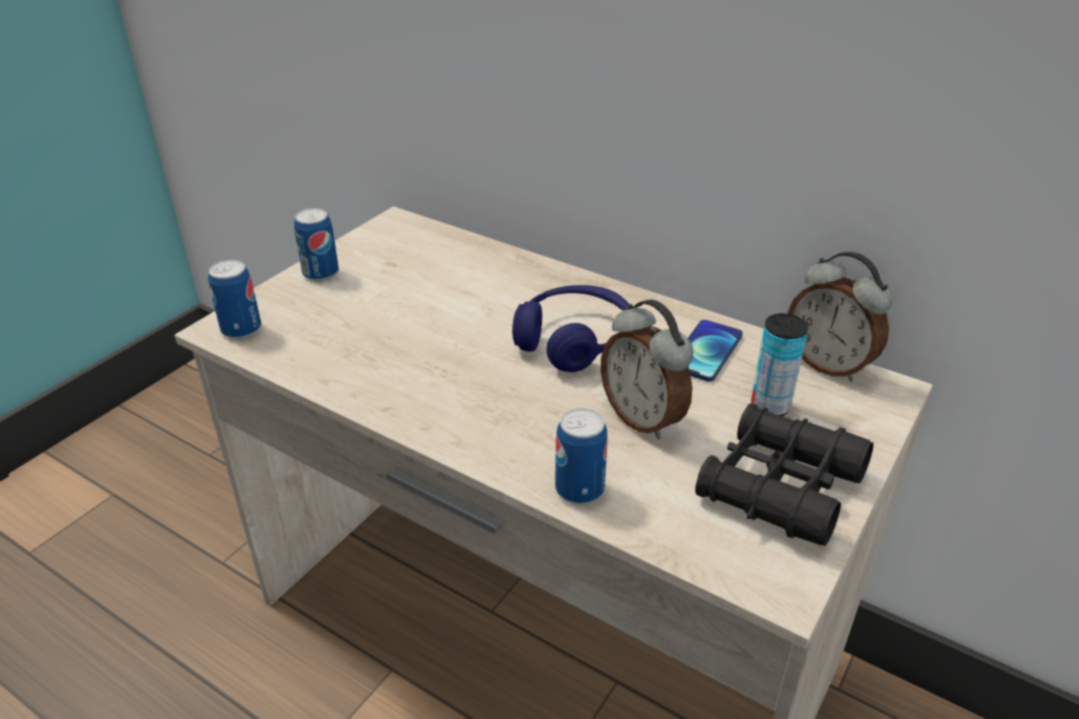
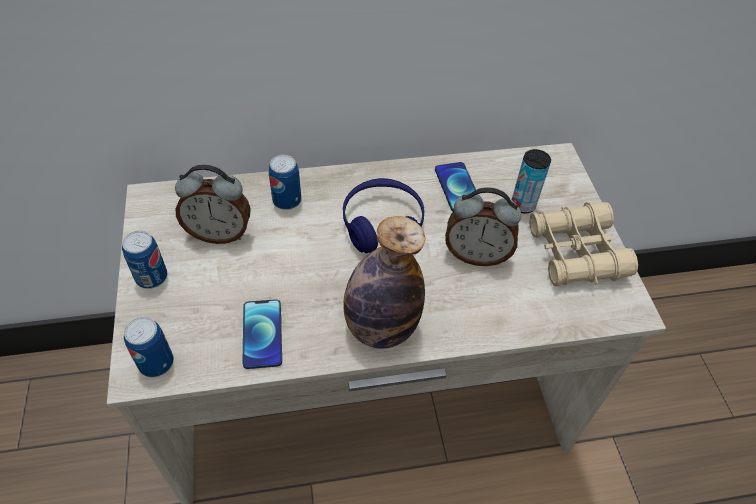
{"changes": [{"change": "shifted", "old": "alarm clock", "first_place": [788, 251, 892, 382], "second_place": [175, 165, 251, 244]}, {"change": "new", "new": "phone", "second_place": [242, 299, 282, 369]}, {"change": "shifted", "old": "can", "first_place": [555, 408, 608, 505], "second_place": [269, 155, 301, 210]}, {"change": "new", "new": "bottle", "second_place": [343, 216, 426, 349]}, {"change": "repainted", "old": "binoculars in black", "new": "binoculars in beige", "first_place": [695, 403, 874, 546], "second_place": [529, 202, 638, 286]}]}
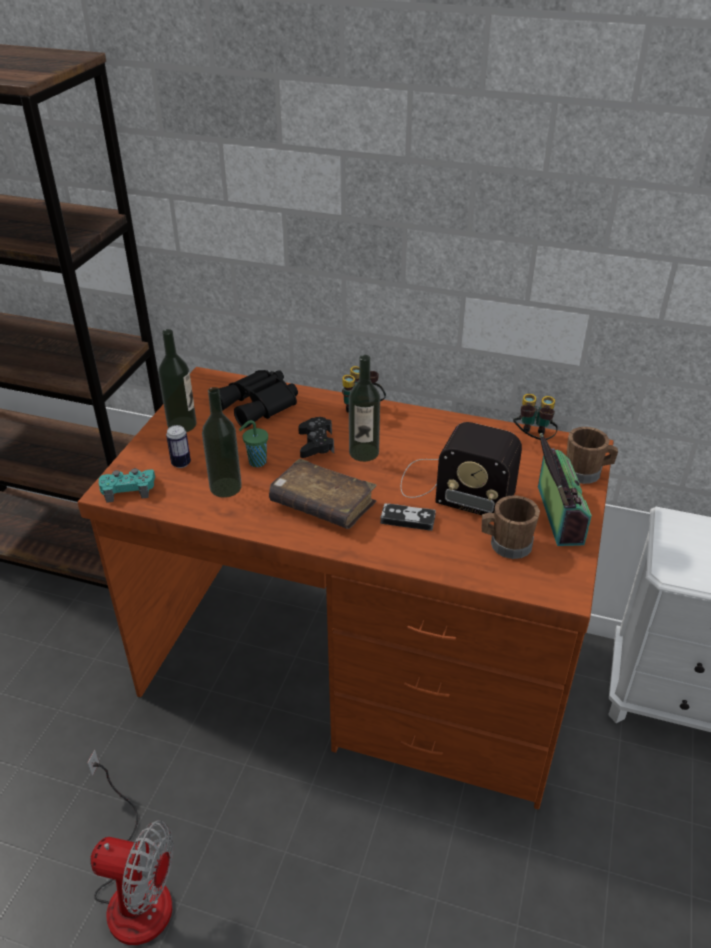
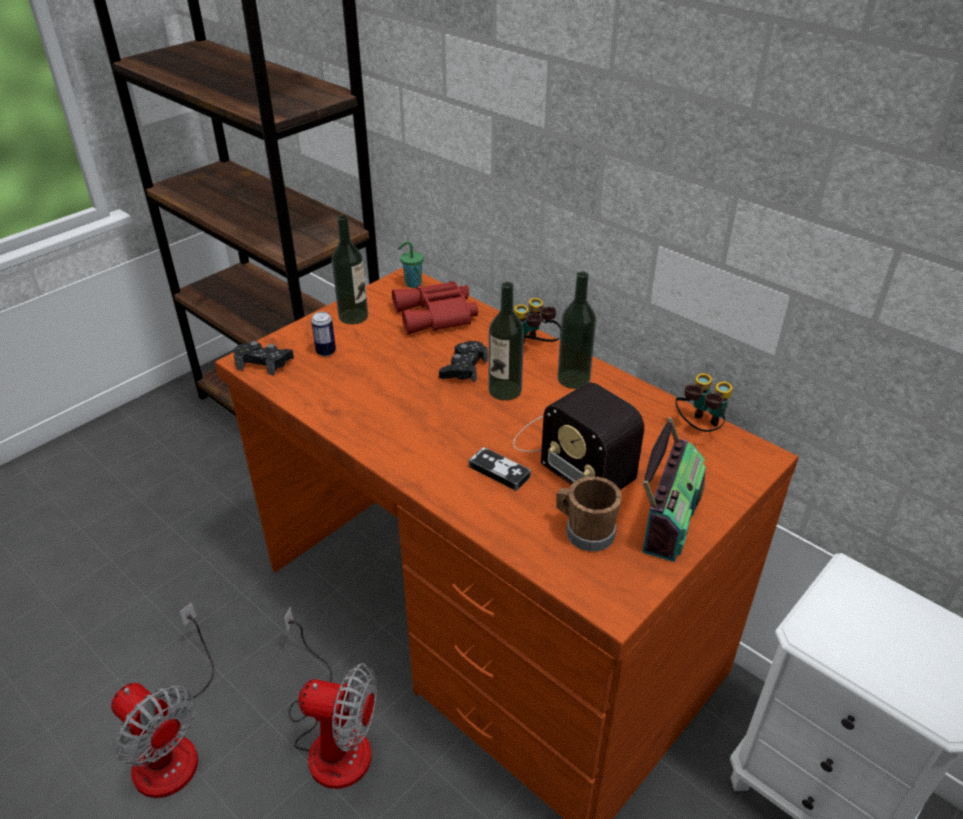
{"changes": [{"change": "repainted", "old": "game controller in turquoise", "new": "game controller in black", "first_place": [99, 468, 155, 503], "second_place": [234, 341, 294, 375]}, {"change": "new", "new": "fan", "second_place": [284, 607, 377, 789]}, {"change": "repainted", "old": "binoculars in black", "new": "binoculars in red", "first_place": [219, 370, 298, 428], "second_place": [392, 281, 478, 335]}, {"change": "shifted", "old": "cup in green", "first_place": [239, 420, 268, 467], "second_place": [398, 241, 424, 288]}, {"change": "shifted", "old": "bottle", "first_place": [202, 387, 242, 498], "second_place": [558, 271, 596, 389]}, {"change": "gone", "old": "book in brown", "first_place": [269, 458, 377, 529]}, {"change": "gone", "old": "mug in brown", "first_place": [566, 427, 618, 484]}]}
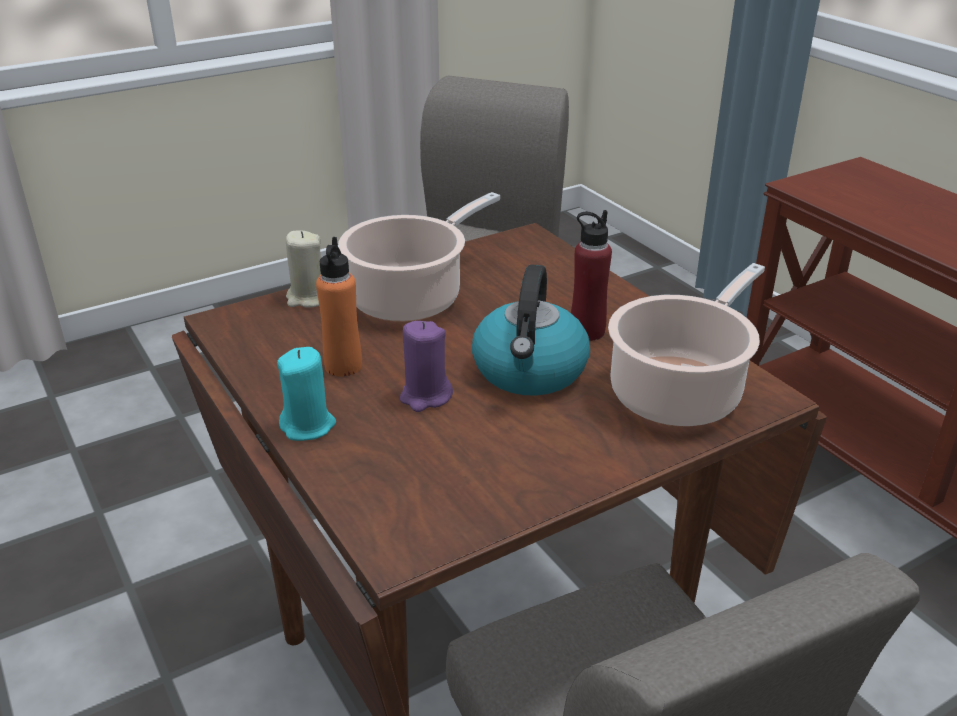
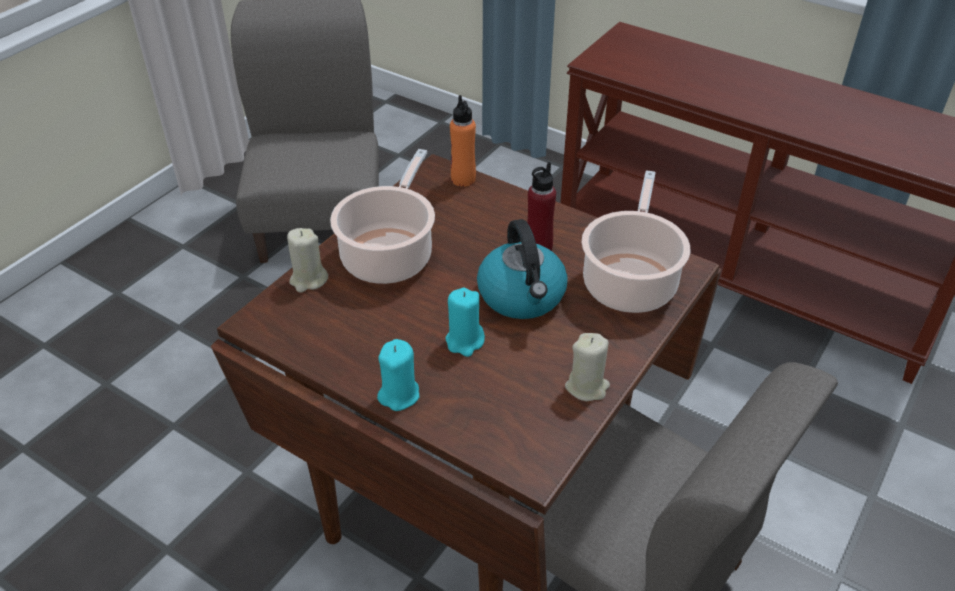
{"changes": [{"change": "repainted", "old": "candle in purple", "new": "candle in turquoise", "first_place": [400, 321, 453, 412], "second_place": [445, 287, 485, 357]}, {"change": "shifted", "old": "bottle in orange", "first_place": [316, 237, 362, 377], "second_place": [450, 95, 476, 187]}, {"change": "new", "new": "candle in beige", "second_place": [565, 333, 610, 401]}]}
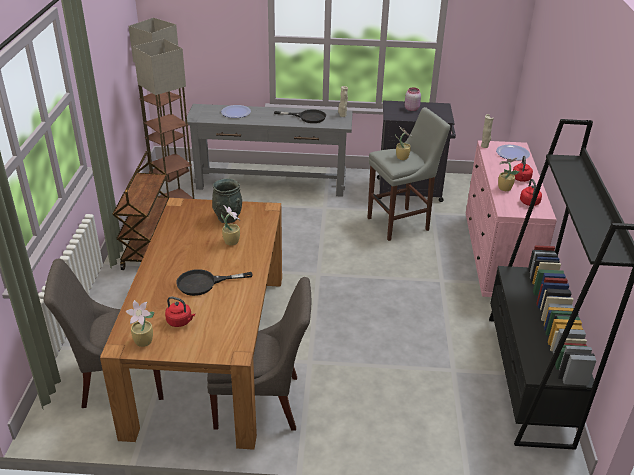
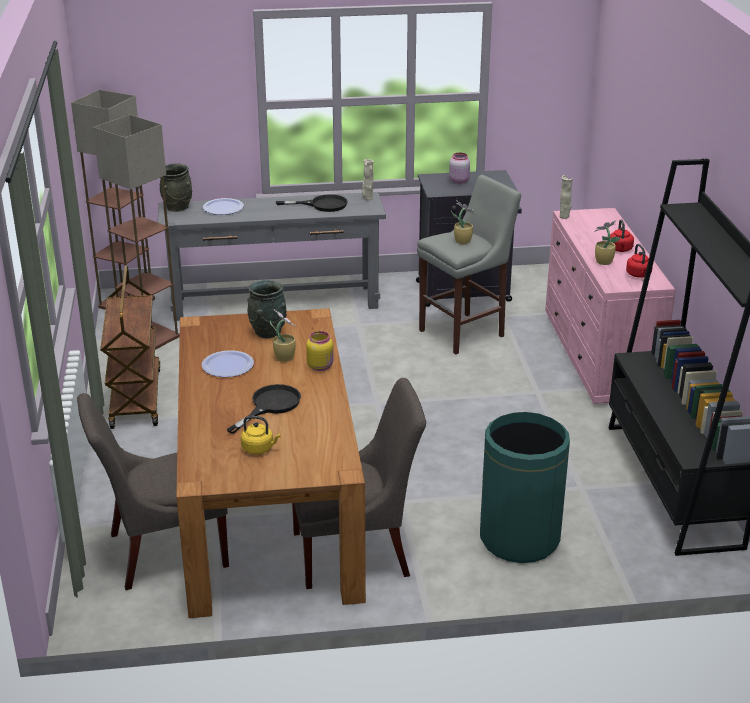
{"changes": [{"change": "new", "new": "vase in grey", "second_place": [160, 163, 192, 212]}, {"change": "shifted", "old": "plate", "first_place": [496, 145, 530, 161], "second_place": [202, 350, 254, 377]}, {"change": "rotated", "old": "frying pan in black", "first_place": [176, 269, 253, 296], "second_place": [227, 384, 301, 434], "degrees": 150}, {"change": "repainted", "old": "kettle in red", "new": "kettle in yellow", "first_place": [165, 297, 195, 327], "second_place": [241, 416, 281, 454]}, {"change": "new", "new": "jar in yellow", "second_place": [306, 331, 333, 371]}, {"change": "new", "new": "trash can in green", "second_place": [480, 412, 570, 563]}, {"change": "gone", "old": "potted plant", "first_place": [126, 300, 154, 347]}]}
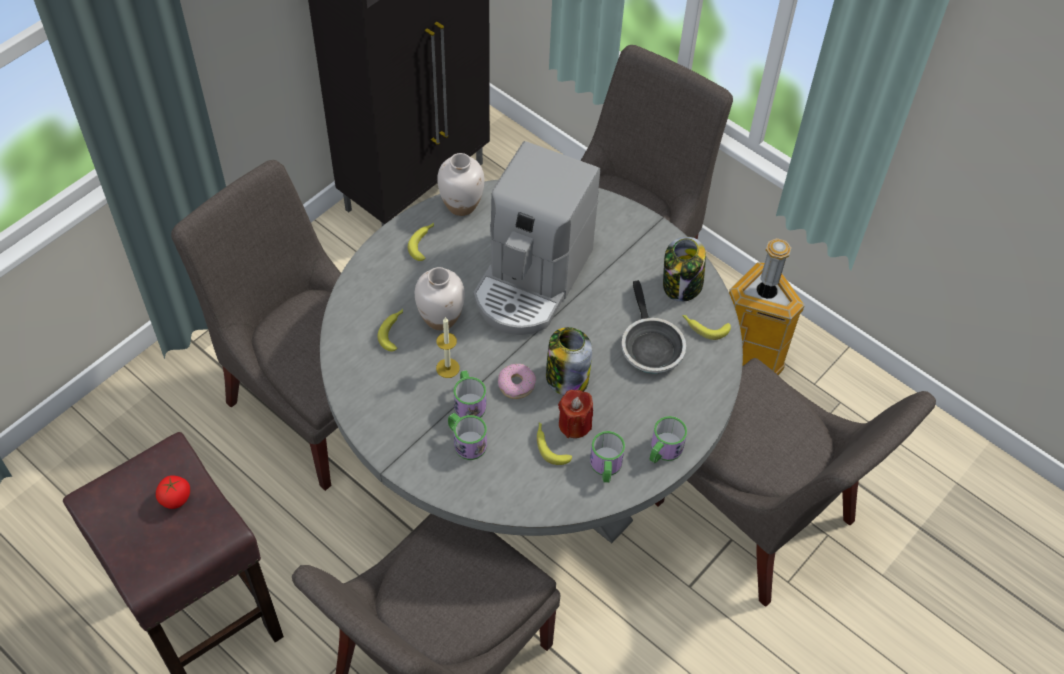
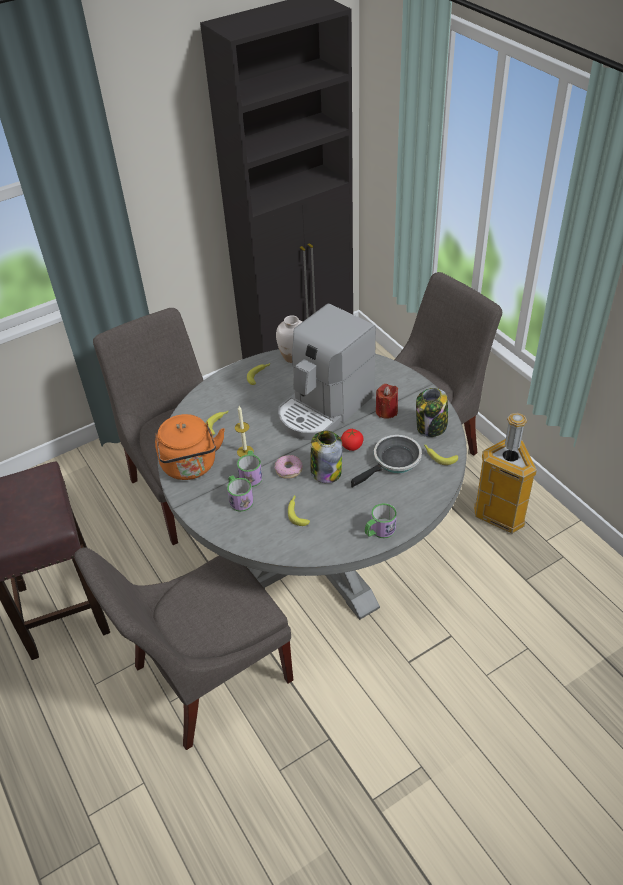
{"changes": [{"change": "new", "new": "kettle in orange", "second_place": [155, 414, 225, 480]}, {"change": "shifted", "old": "tomato", "first_place": [156, 475, 190, 509], "second_place": [341, 429, 363, 451]}, {"change": "rotated", "old": "frying pan", "first_place": [621, 280, 686, 374], "second_place": [351, 435, 422, 487], "degrees": -135}, {"change": "shifted", "old": "candle in red", "first_place": [558, 390, 593, 438], "second_place": [376, 384, 398, 419]}, {"change": "gone", "old": "vase in white", "first_place": [415, 267, 465, 330]}, {"change": "gone", "old": "mug", "first_place": [590, 431, 625, 483]}, {"change": "gone", "old": "chair in grey", "first_place": [655, 358, 936, 607]}]}
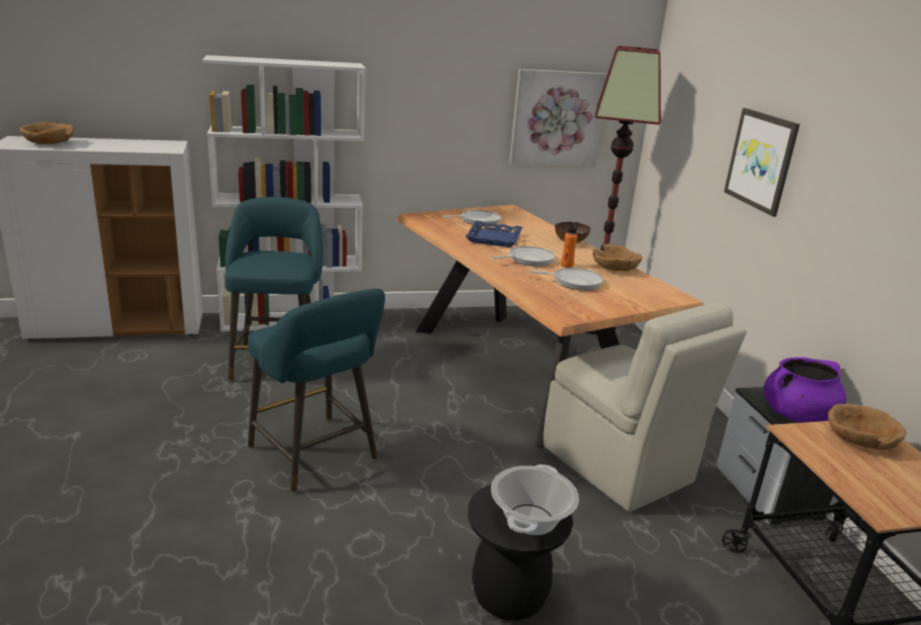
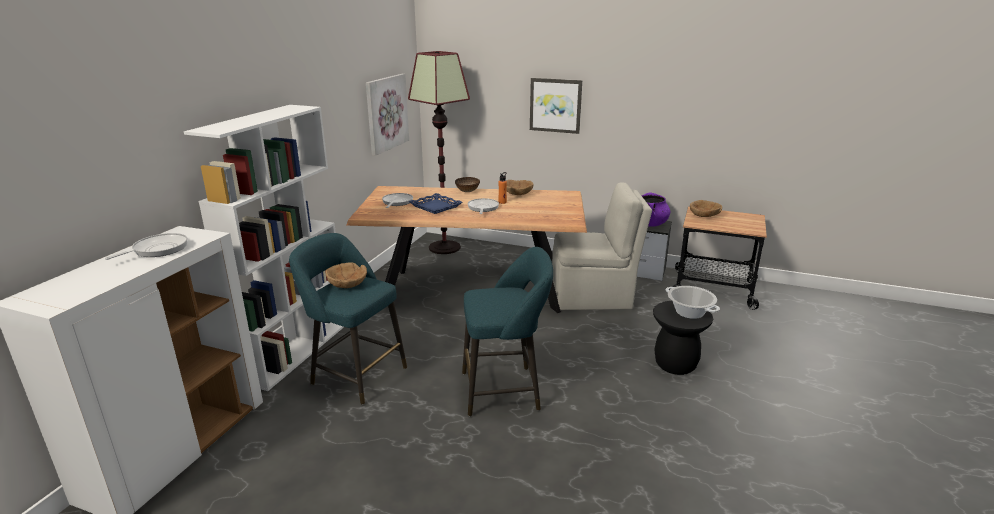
{"changes": [{"change": "shifted", "old": "frying pan", "first_place": [528, 268, 604, 291], "second_place": [105, 233, 188, 260]}, {"change": "shifted", "old": "bowl in brown", "first_place": [20, 122, 74, 144], "second_place": [325, 263, 367, 288]}]}
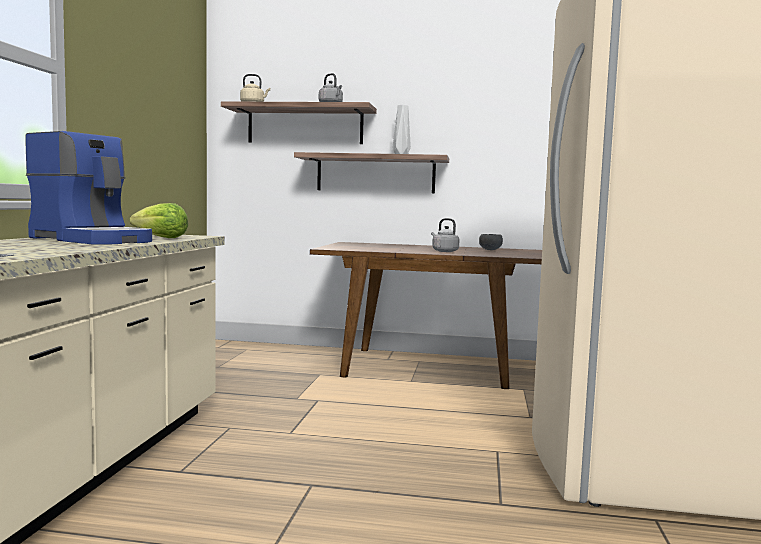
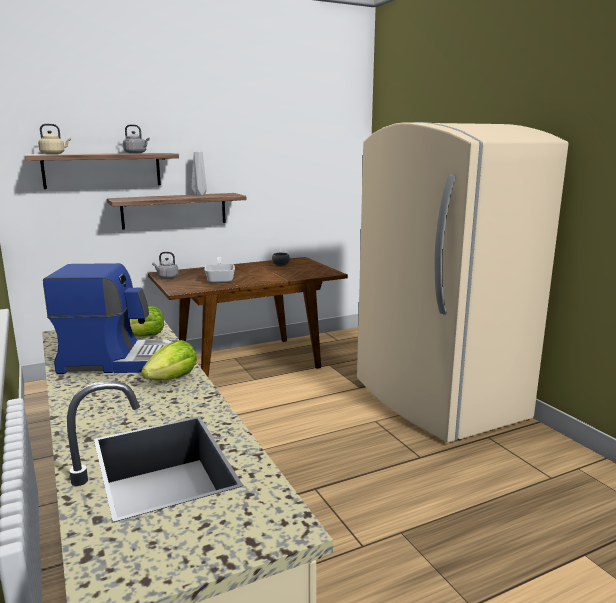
{"changes": [{"change": "new", "new": "lettuce", "second_place": [141, 340, 197, 381]}, {"change": "shifted", "old": "kettle in grey", "first_place": [431, 218, 460, 252], "second_place": [152, 252, 179, 279]}, {"change": "new", "new": "frying pan", "second_place": [205, 257, 235, 283]}]}
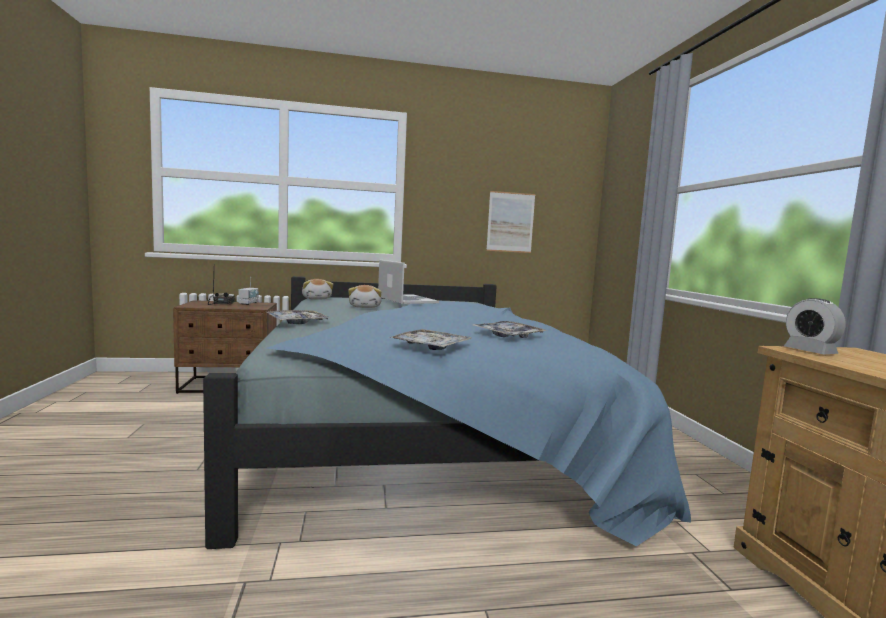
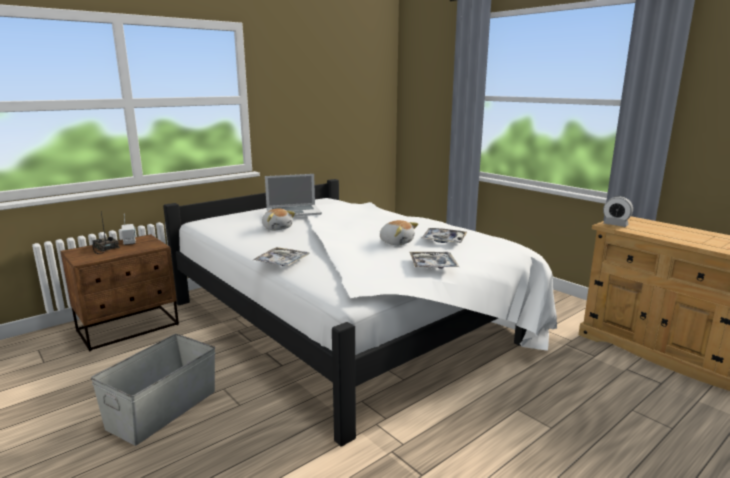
{"changes": [{"change": "new", "new": "storage box in grey", "second_place": [91, 334, 215, 446]}, {"change": "repainted", "old": "bed in blue", "new": "bed in white", "first_place": [203, 276, 691, 549], "second_place": [163, 179, 557, 447]}, {"change": "rotated", "old": "laptop", "first_place": [378, 260, 439, 304], "second_place": [265, 174, 322, 217], "degrees": 135}, {"change": "shifted", "old": "plush toy", "first_place": [302, 279, 333, 299], "second_place": [380, 220, 418, 245]}, {"change": "gone", "old": "picture", "first_place": [486, 191, 535, 253]}]}
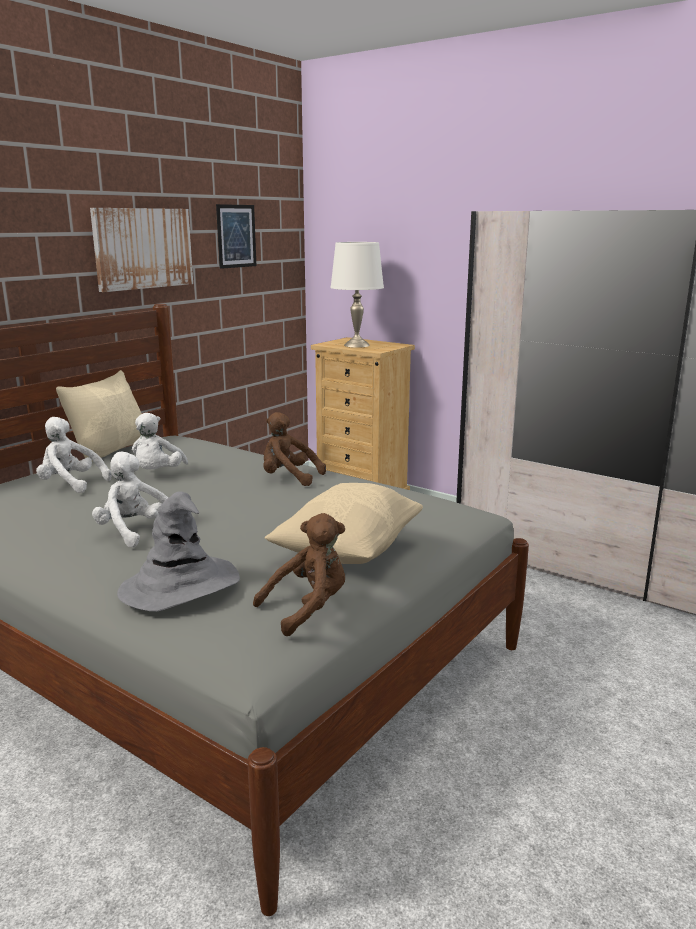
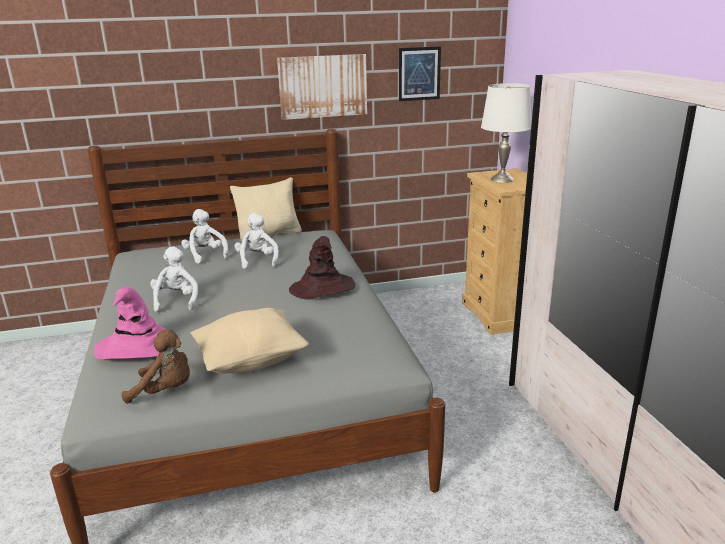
{"changes": [{"change": "repainted", "old": "hat in grey", "new": "hat in pink", "first_place": [117, 491, 240, 611], "second_place": [94, 287, 166, 359]}, {"change": "rotated", "old": "plush toy in white", "first_place": [132, 413, 188, 470], "second_place": [234, 213, 279, 269], "degrees": 120}, {"change": "swapped", "old": "plush toy in brown", "new": "hat in brown", "first_place": [263, 412, 326, 486], "second_place": [289, 236, 355, 300]}]}
